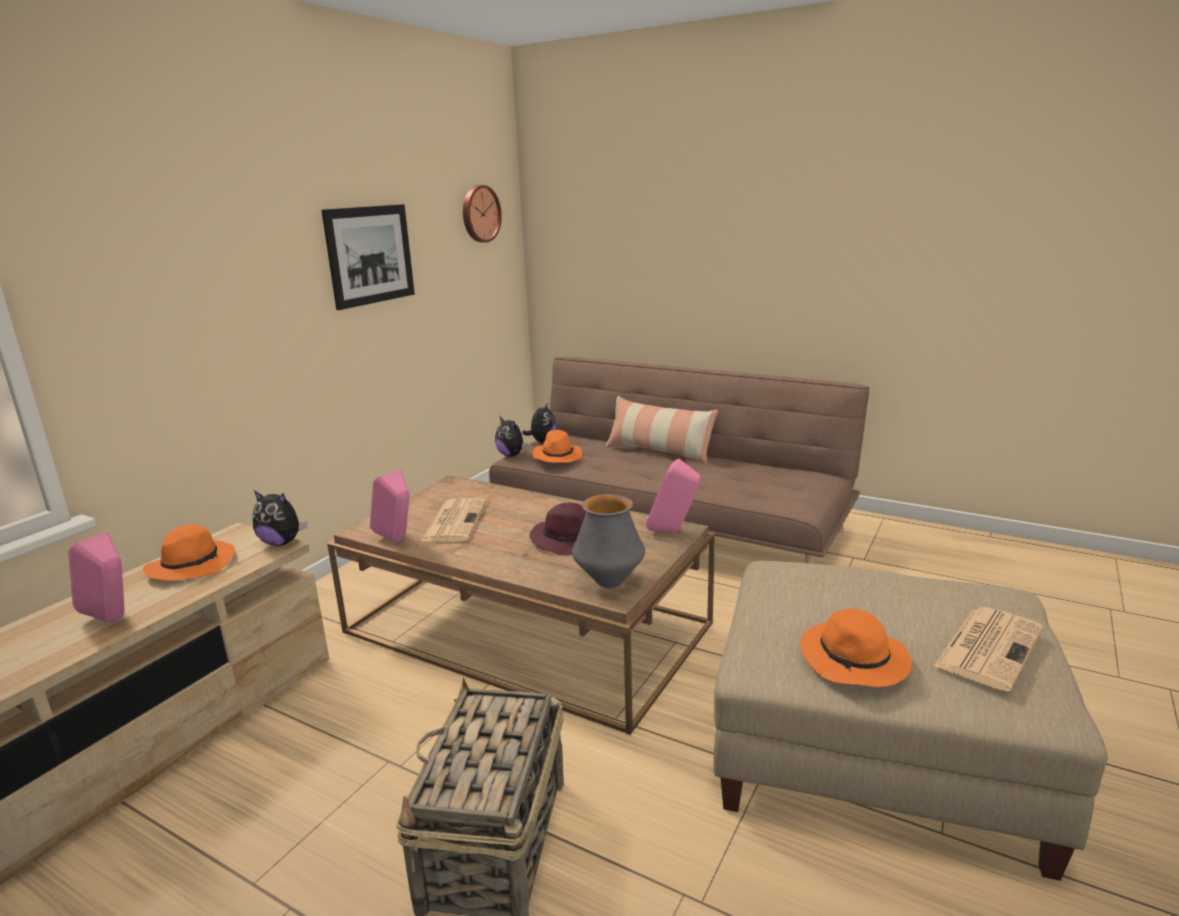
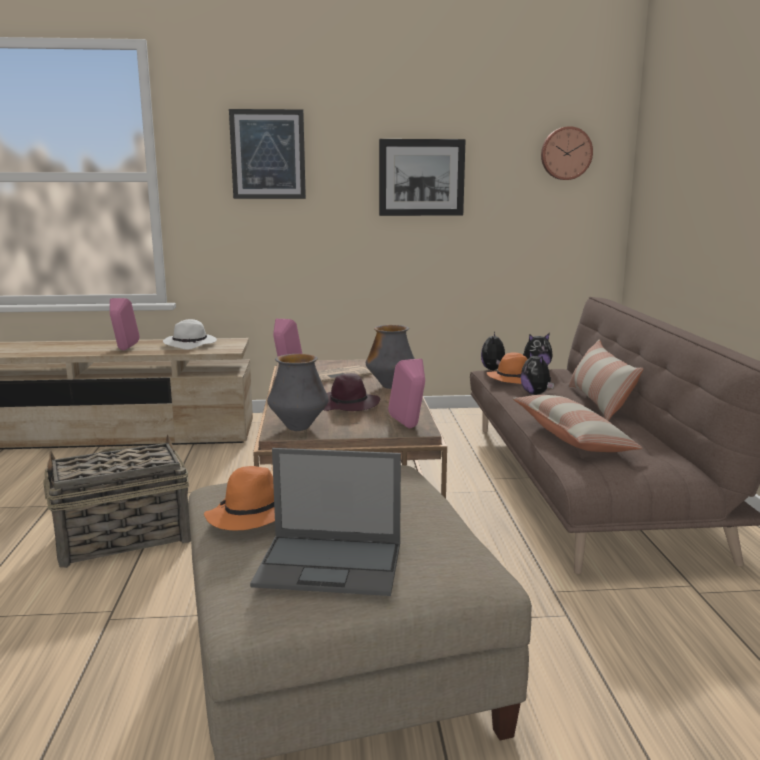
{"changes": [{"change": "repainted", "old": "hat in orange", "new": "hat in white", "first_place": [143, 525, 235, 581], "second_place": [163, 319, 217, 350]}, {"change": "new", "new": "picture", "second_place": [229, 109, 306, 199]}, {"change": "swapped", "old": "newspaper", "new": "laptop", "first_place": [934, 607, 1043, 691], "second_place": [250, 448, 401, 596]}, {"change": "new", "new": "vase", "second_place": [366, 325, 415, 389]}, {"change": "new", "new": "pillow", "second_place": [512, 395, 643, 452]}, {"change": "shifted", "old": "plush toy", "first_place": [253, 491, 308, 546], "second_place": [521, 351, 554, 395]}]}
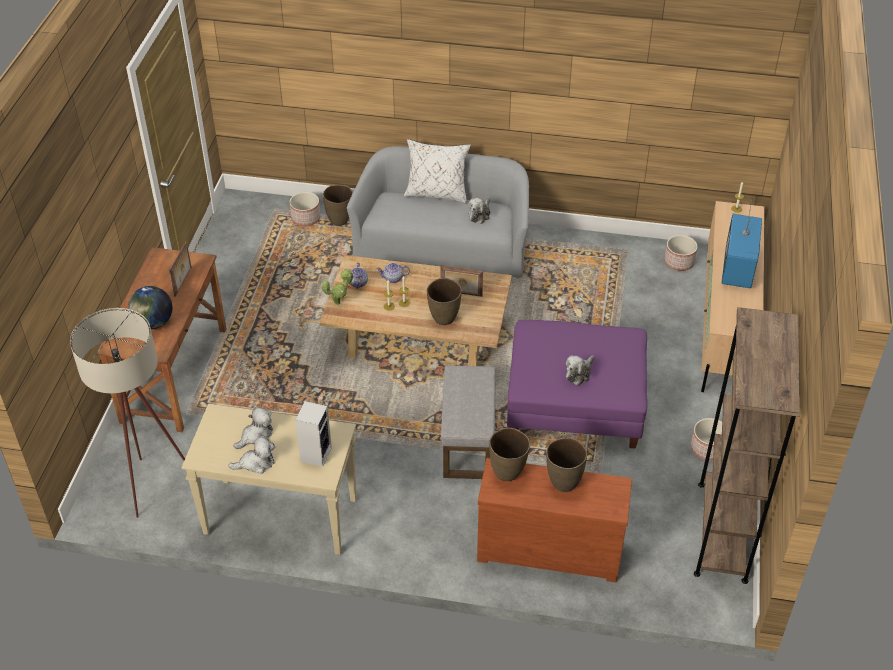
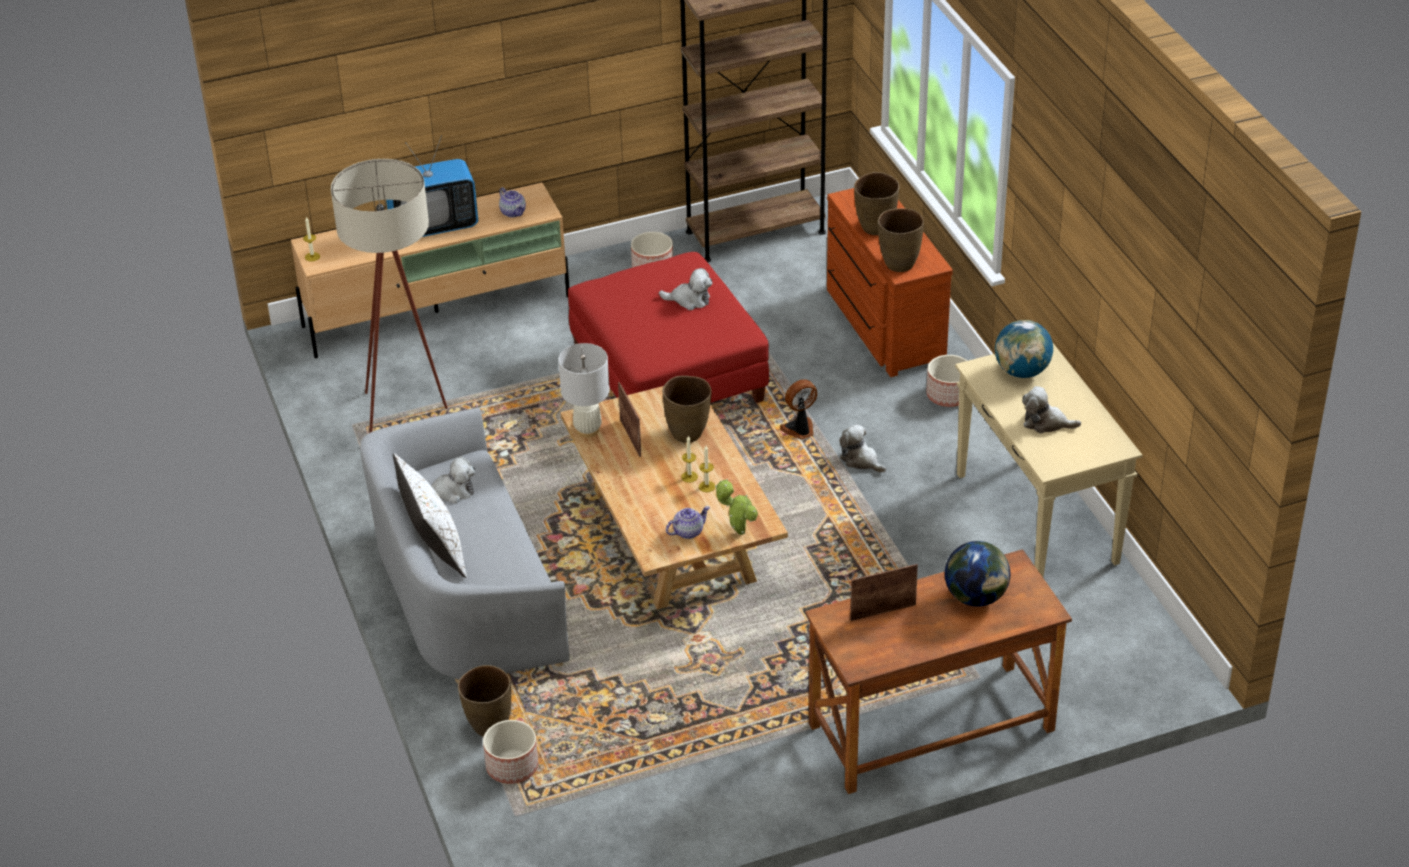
{"changes": [{"change": "shifted", "old": "floor lamp in beige", "first_place": [70, 308, 185, 518], "second_place": [331, 159, 448, 433]}, {"change": "shifted", "old": "teapot", "first_place": [376, 262, 410, 283], "second_place": [499, 187, 526, 218]}, {"change": "new", "new": "table lamp in white", "second_place": [558, 343, 610, 438]}, {"change": "repainted", "old": "ottoman in purple", "new": "ottoman in red", "first_place": [507, 320, 647, 449], "second_place": [568, 252, 769, 403]}, {"change": "swapped", "old": "ottoman in grey", "new": "fan", "first_place": [441, 365, 496, 479], "second_place": [780, 379, 817, 440]}, {"change": "shifted", "old": "plush toy", "first_place": [228, 436, 275, 474], "second_place": [839, 424, 886, 473]}, {"change": "shifted", "old": "planter", "first_place": [664, 235, 698, 271], "second_place": [926, 355, 968, 407]}, {"change": "swapped", "old": "speaker", "new": "globe", "first_place": [295, 401, 332, 467], "second_place": [995, 320, 1053, 378]}]}
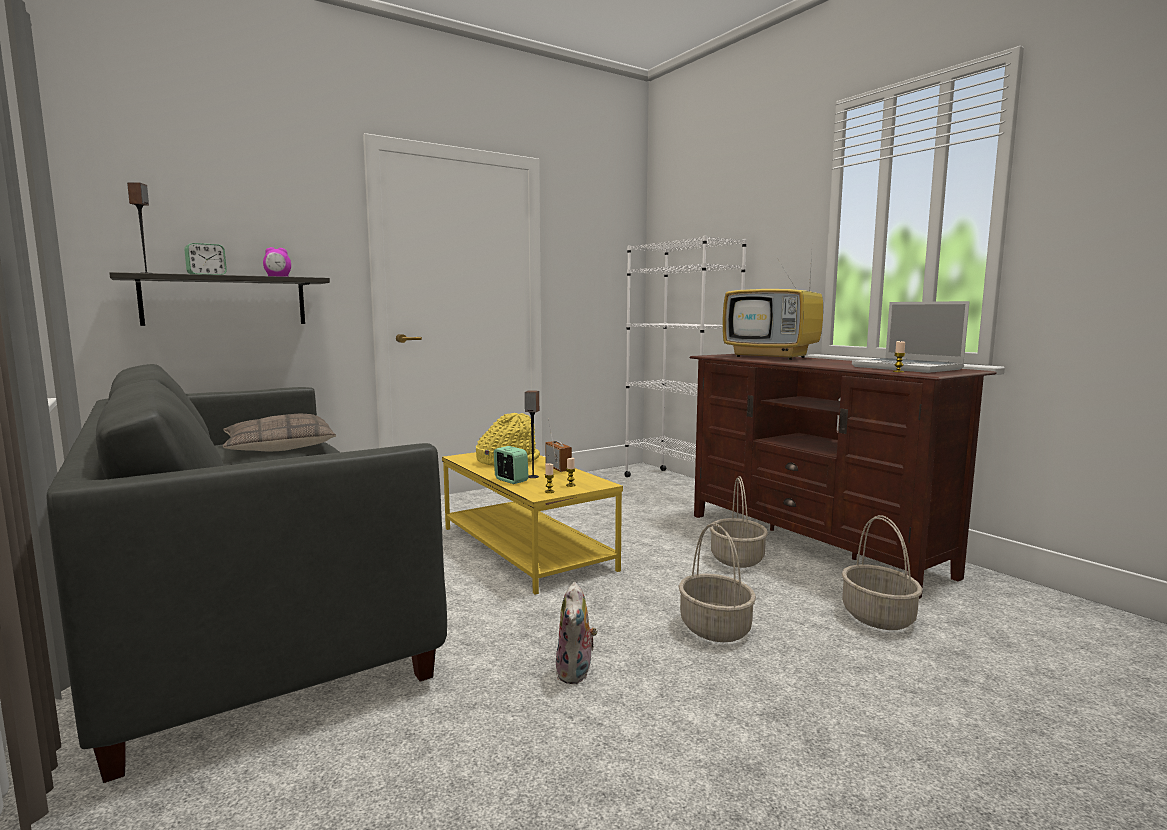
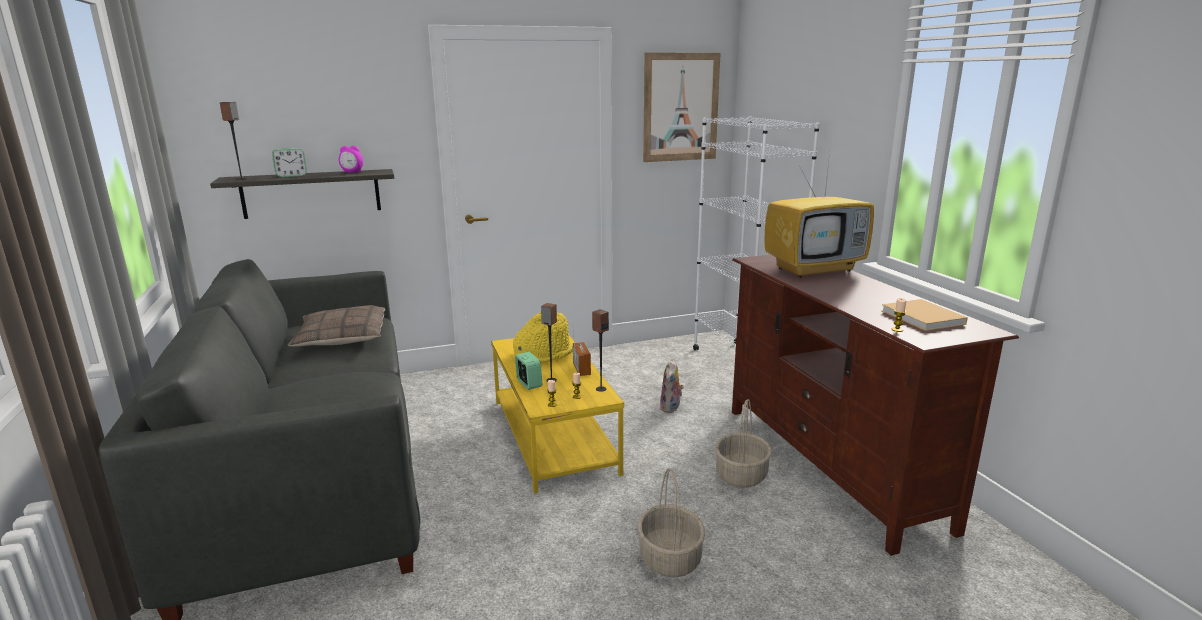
{"changes": [{"change": "new", "new": "speaker", "second_place": [592, 309, 609, 392]}, {"change": "new", "new": "picture", "second_place": [643, 53, 721, 162]}, {"change": "shifted", "old": "plush toy", "first_place": [556, 582, 597, 684], "second_place": [660, 359, 684, 413]}, {"change": "rotated", "old": "television", "first_place": [723, 253, 823, 360], "second_place": [764, 152, 874, 278], "degrees": -75}, {"change": "swapped", "old": "laptop", "new": "book in beige", "first_place": [852, 301, 970, 373], "second_place": [881, 299, 968, 331]}, {"change": "gone", "old": "basket", "first_place": [842, 515, 922, 630]}]}
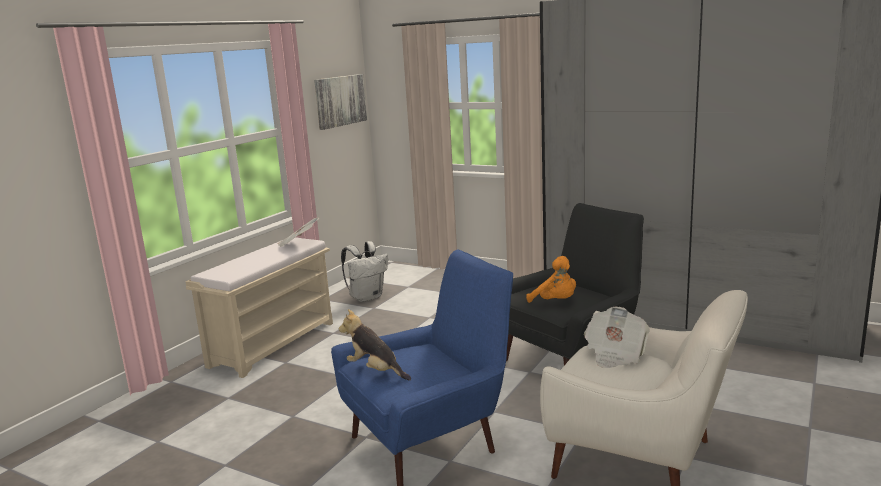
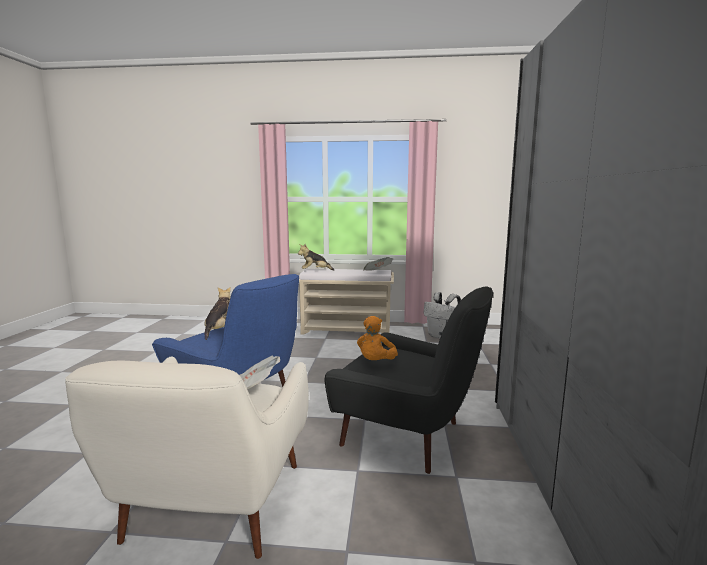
{"changes": [{"change": "new", "new": "plush toy", "second_place": [298, 244, 334, 270]}, {"change": "gone", "old": "picture", "first_place": [314, 74, 367, 130]}]}
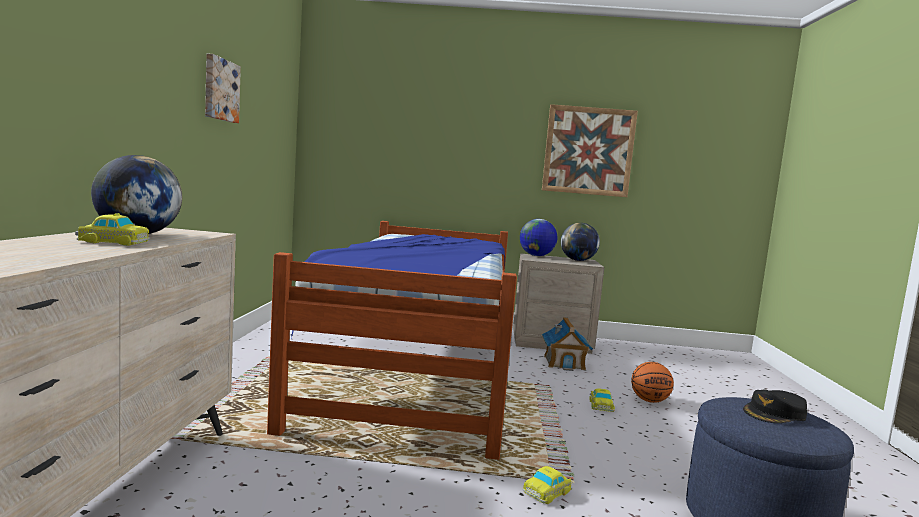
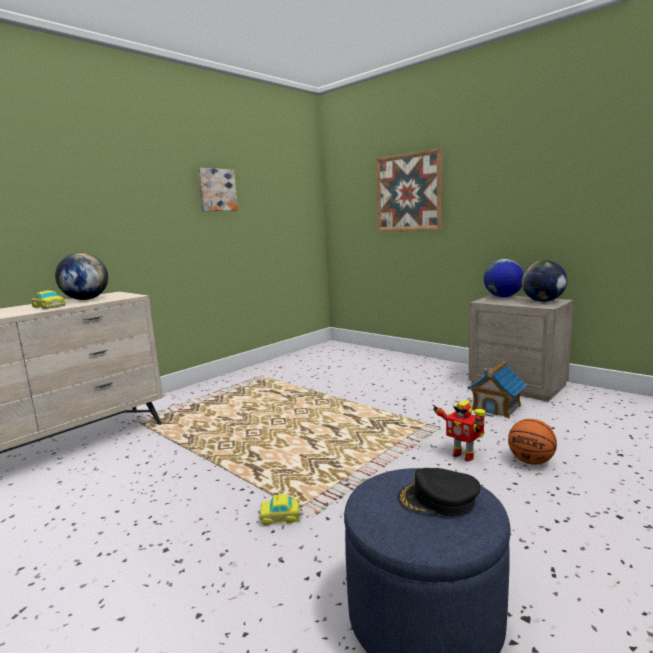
{"changes": [{"change": "shifted", "old": "picture", "first_place": [542, 104, 638, 197], "second_place": [376, 148, 443, 232]}, {"change": "swapped", "old": "toy car", "new": "toy robot", "first_place": [589, 389, 615, 412], "second_place": [433, 401, 485, 461]}, {"change": "gone", "old": "bed", "first_place": [267, 221, 517, 460]}]}
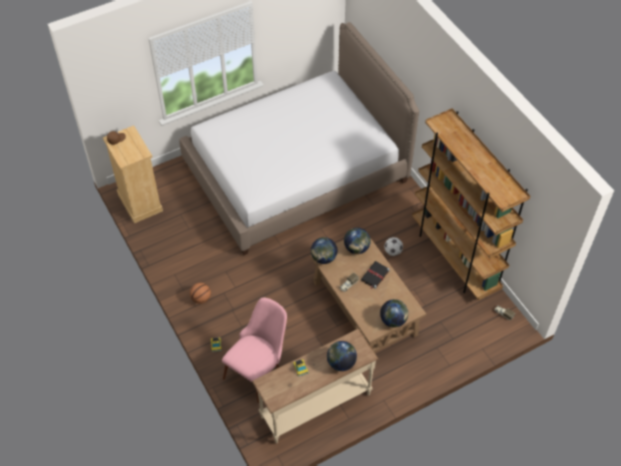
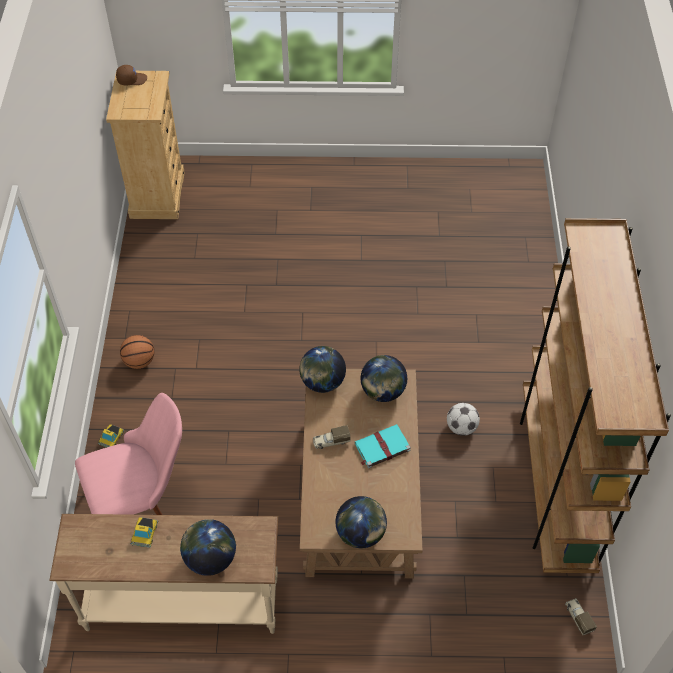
{"changes": [{"change": "repainted", "old": "book in black", "new": "book in turquoise", "first_place": [361, 261, 390, 289], "second_place": [355, 424, 411, 468]}, {"change": "gone", "old": "bed", "first_place": [179, 22, 419, 255]}]}
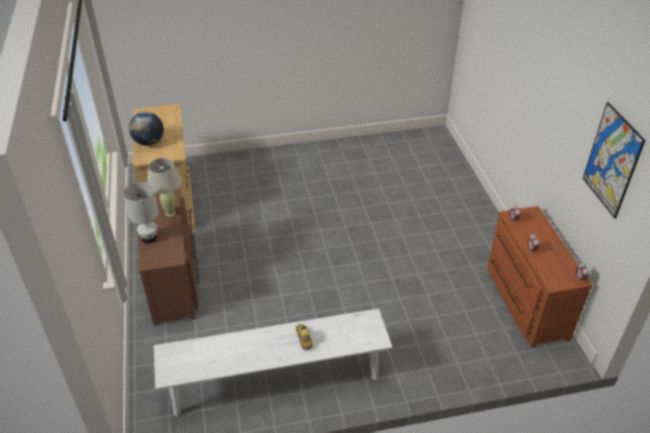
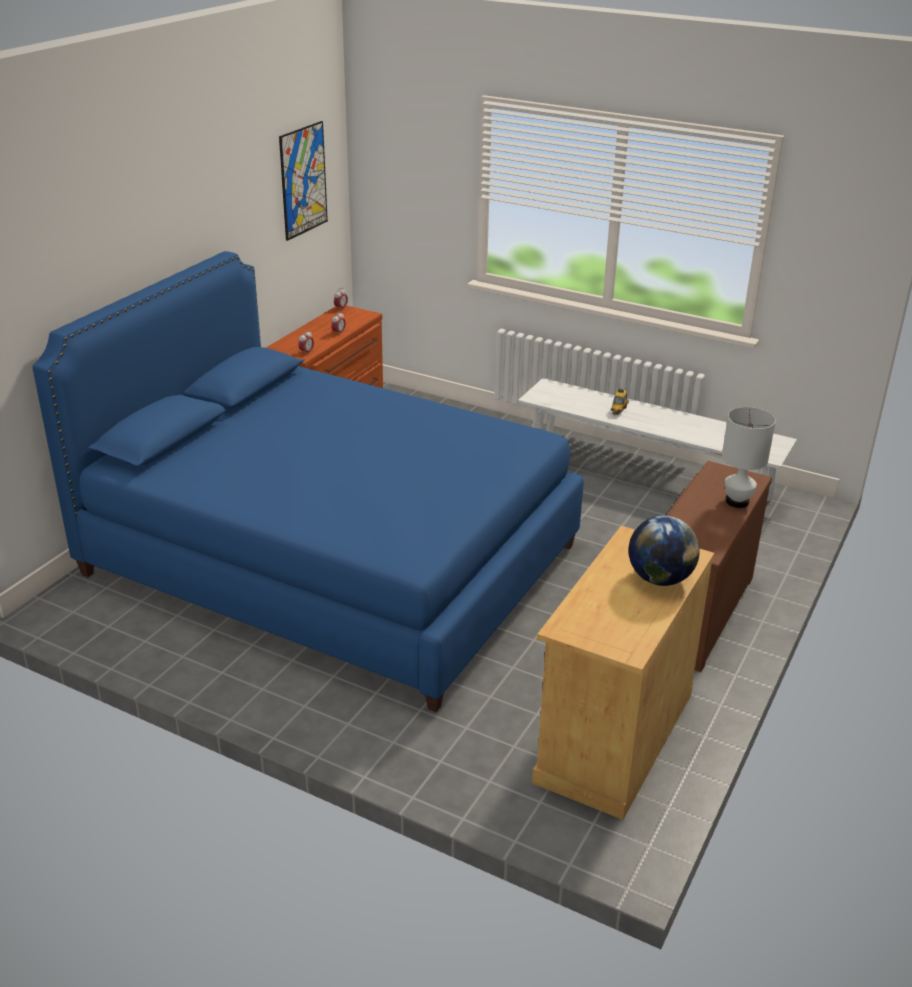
{"changes": [{"change": "new", "new": "bed in blue", "second_place": [32, 251, 584, 712]}, {"change": "gone", "old": "table lamp in beige", "first_place": [147, 158, 182, 217]}]}
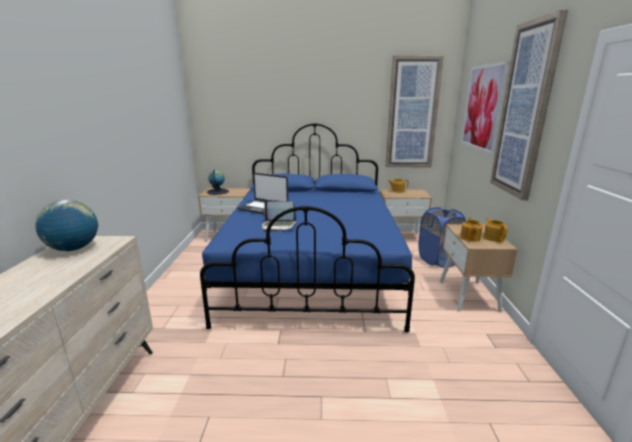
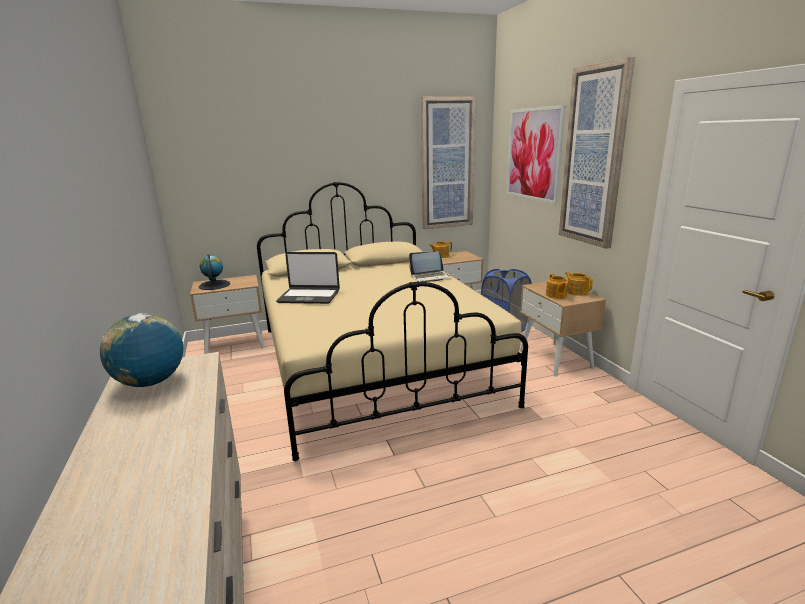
{"changes": [{"change": "repainted", "old": "bed in blue", "new": "bed in beige", "first_place": [200, 123, 415, 333], "second_place": [257, 182, 528, 461]}, {"change": "shifted", "old": "laptop", "first_place": [262, 200, 296, 231], "second_place": [409, 251, 451, 282]}]}
